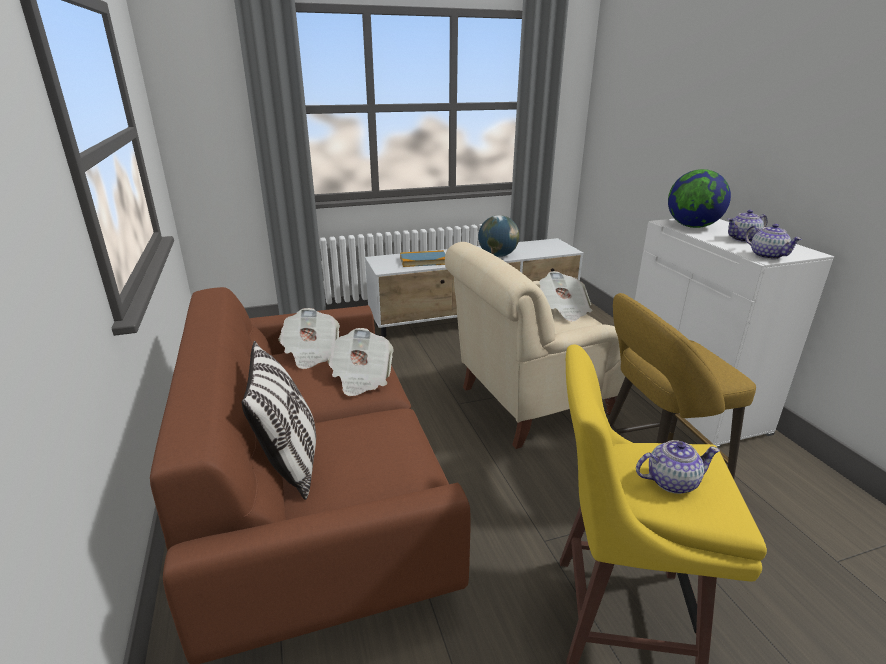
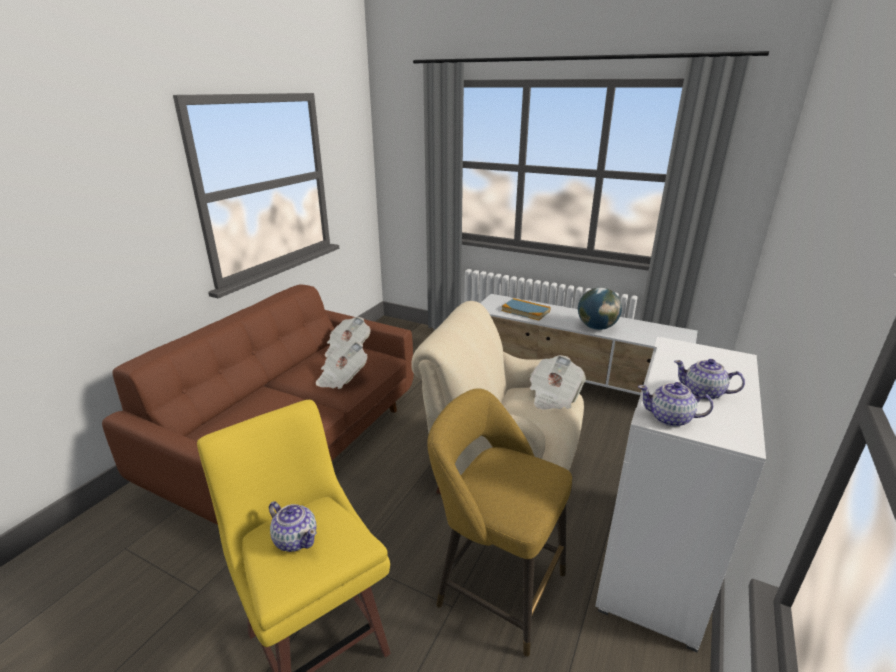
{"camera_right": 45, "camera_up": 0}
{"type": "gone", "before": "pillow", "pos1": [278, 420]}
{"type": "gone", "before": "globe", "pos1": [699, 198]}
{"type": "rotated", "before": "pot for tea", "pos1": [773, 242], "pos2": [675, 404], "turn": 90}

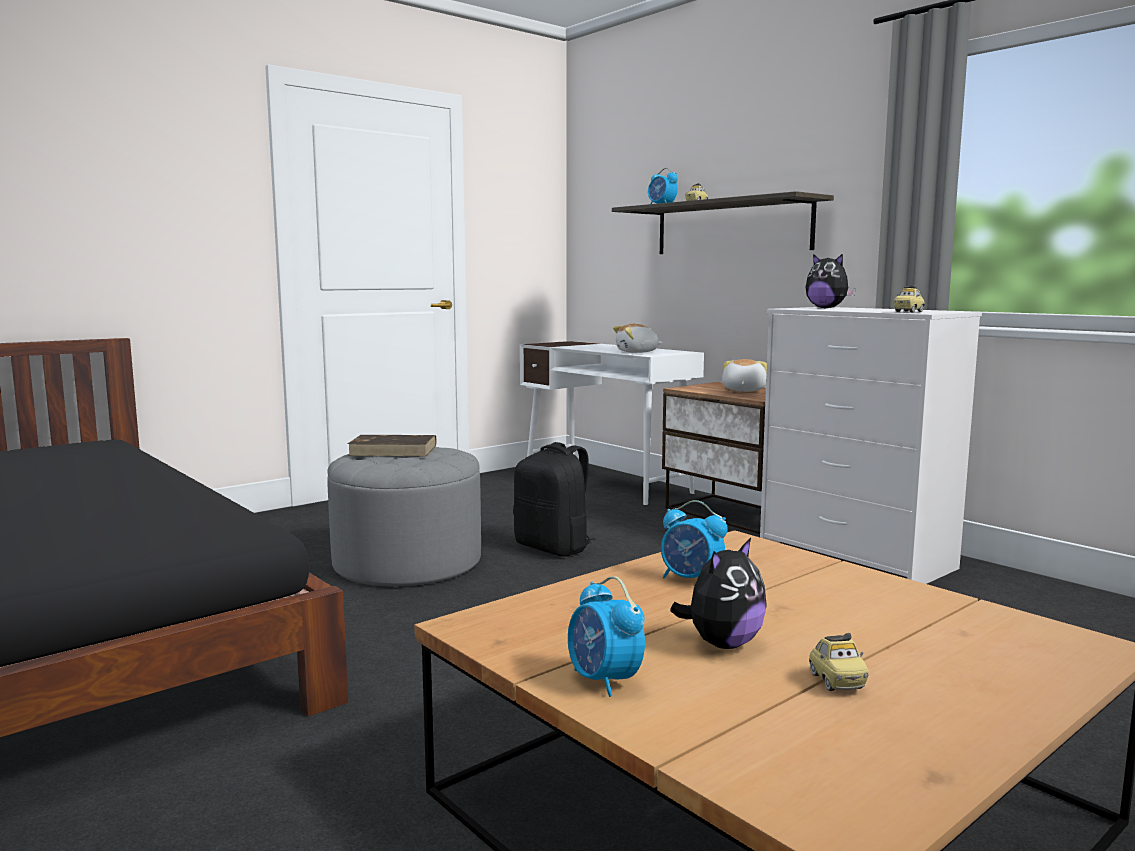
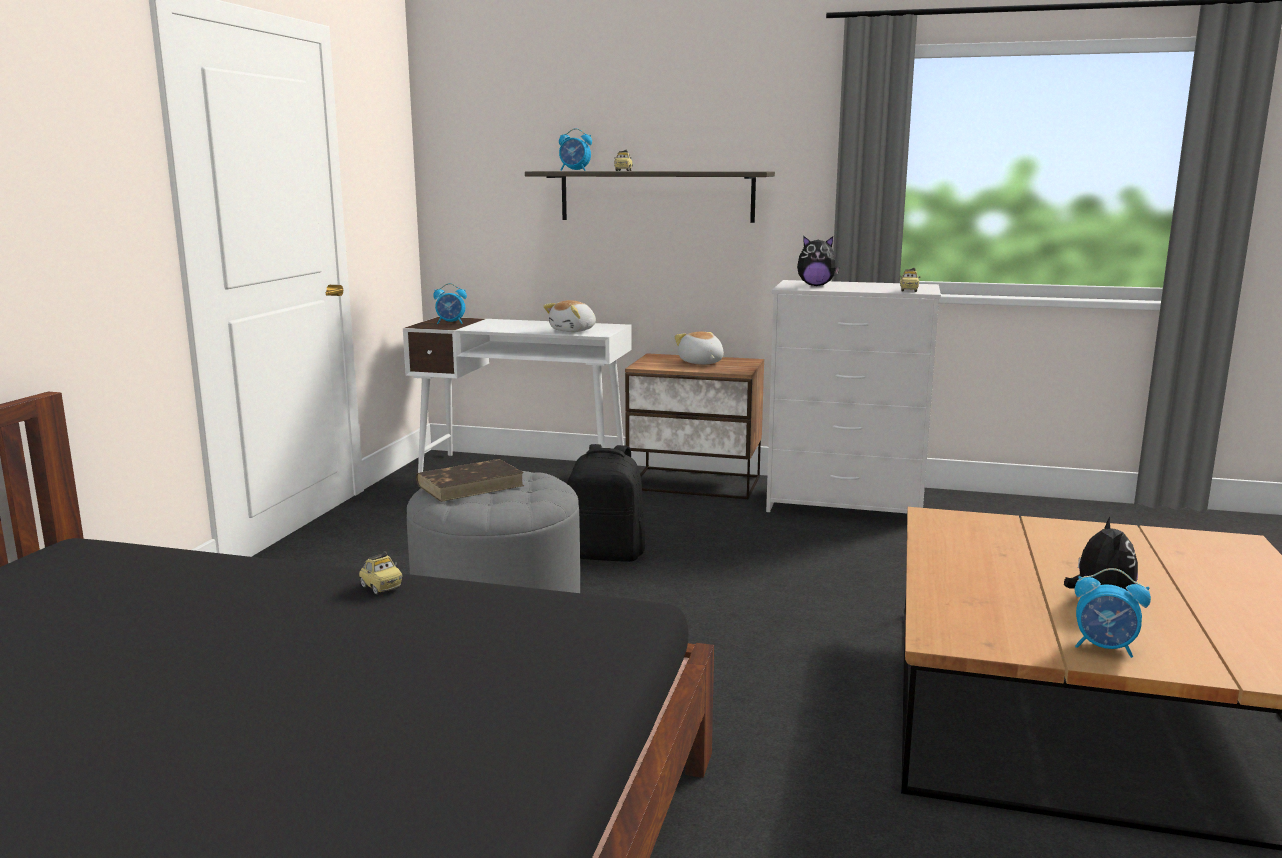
{"camera_right": -35, "camera_up": 5}
{"type": "shifted", "before": "alarm clock", "pos1": [694, 539], "pos2": [450, 303]}
{"type": "shifted", "before": "miniature car", "pos1": [839, 662], "pos2": [380, 573]}

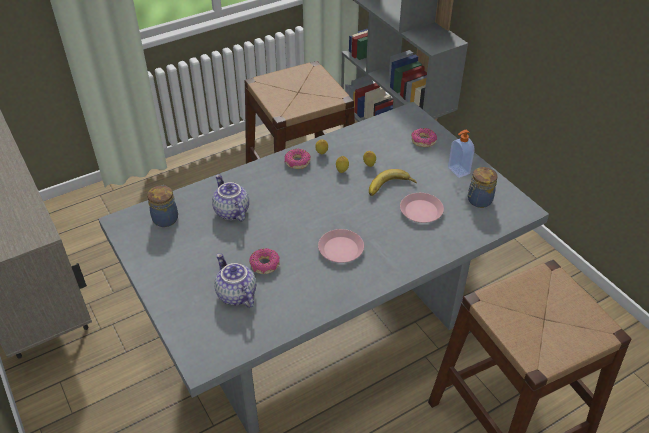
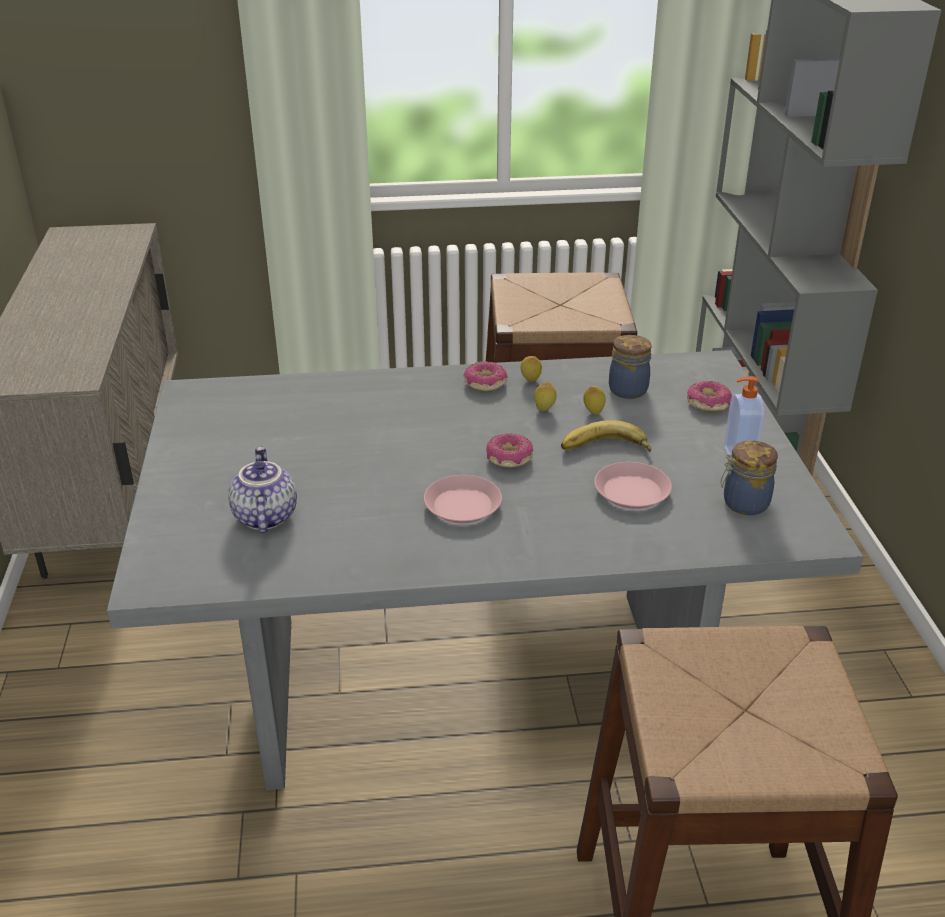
{"camera_right": 25, "camera_up": -10}
{"type": "gone", "before": "pot for tea", "pos1": [230, 198]}
{"type": "shifted", "before": "storage jar", "pos1": [162, 206], "pos2": [630, 367]}
{"type": "shifted", "before": "ring doughnut", "pos1": [264, 261], "pos2": [509, 450]}

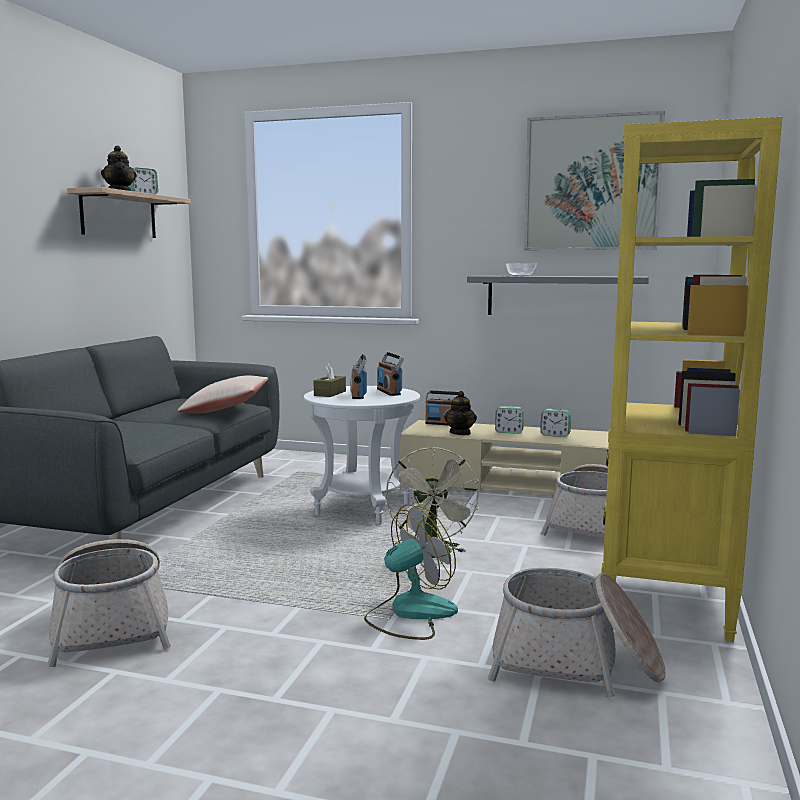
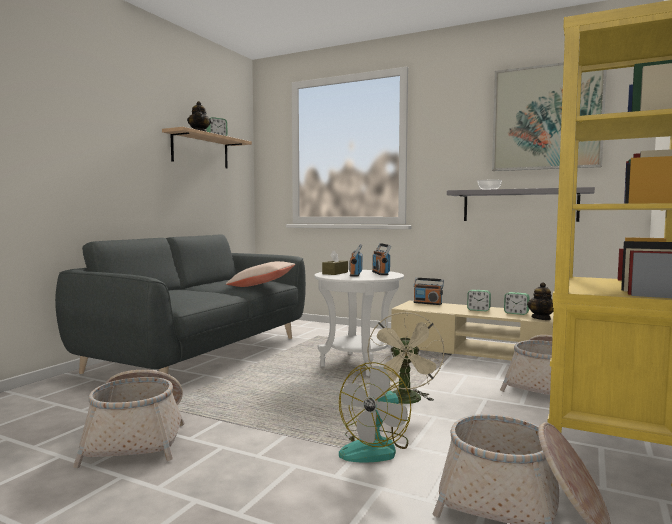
{"camera_right": 10, "camera_up": -5}
{"type": "shifted", "before": "pot for tea", "pos1": [460, 413], "pos2": [540, 301]}
{"type": "rotated", "before": "fan", "pos1": [411, 572], "pos2": [375, 412], "turn": 150}

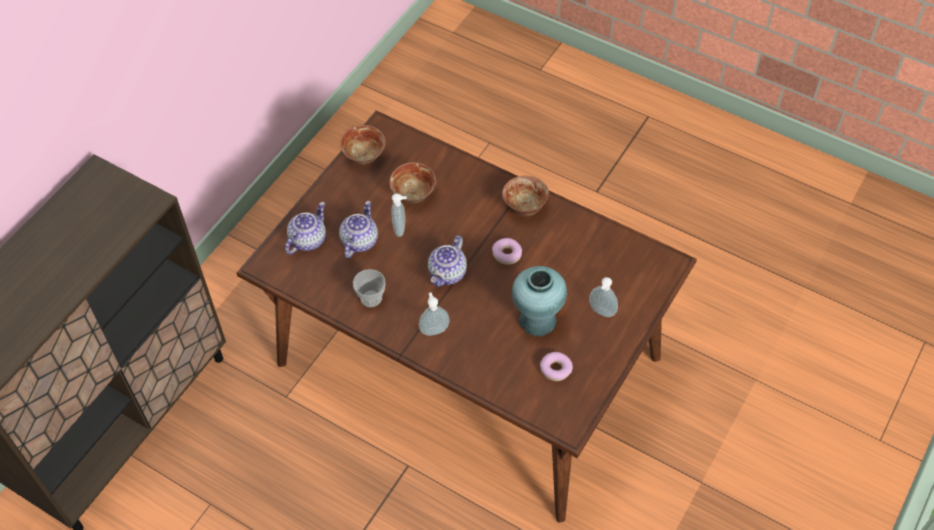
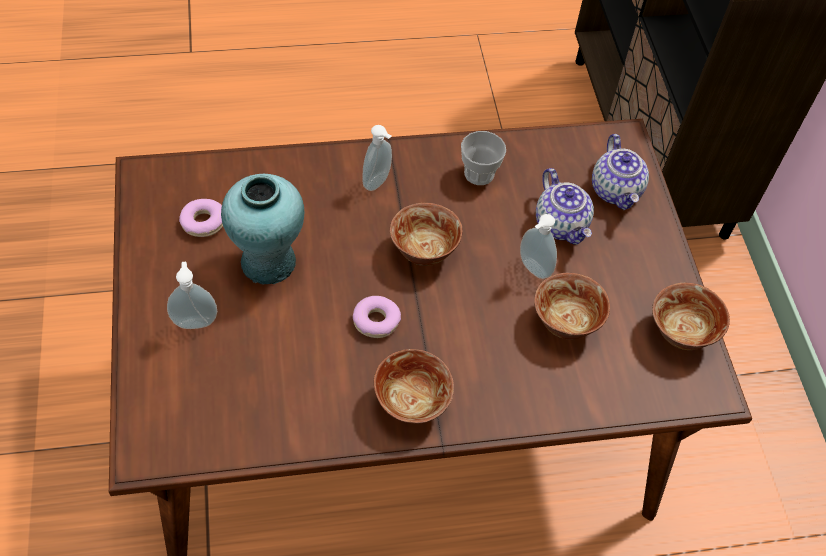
{"camera_right": 135, "camera_up": 0}
{"type": "swapped", "before": "pot for tea", "after": "serving bowl", "pos1": [447, 261], "pos2": [426, 234]}

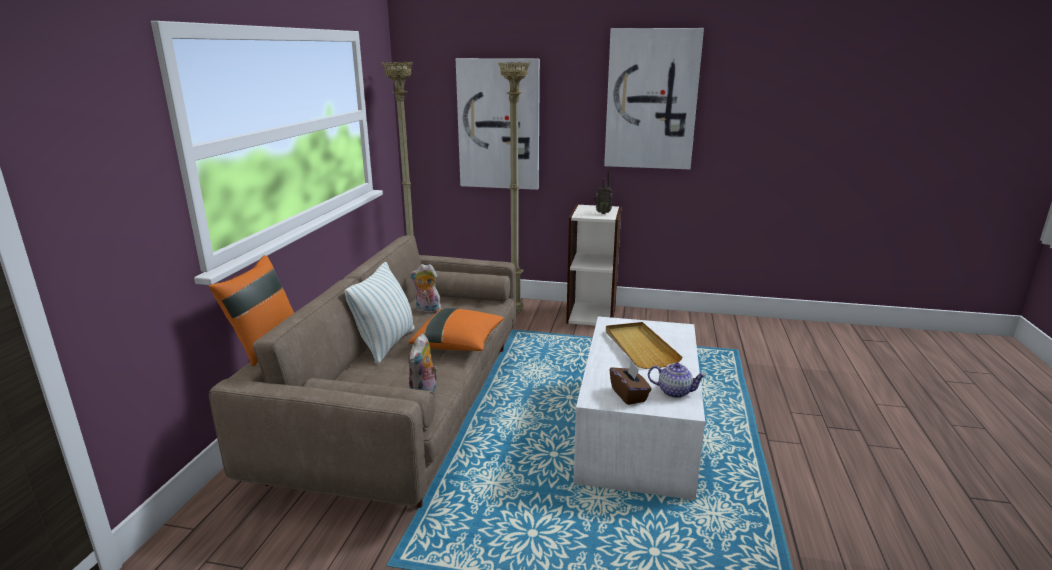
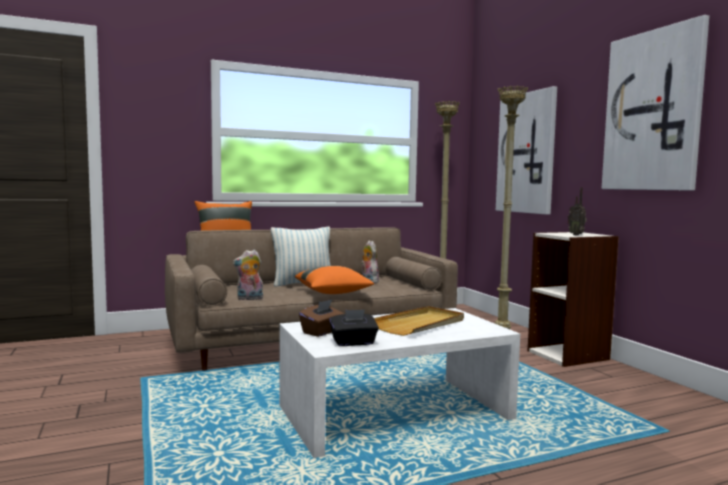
{"camera_right": 55, "camera_up": -15}
{"type": "swapped", "before": "pot for tea", "after": "black-coloured tissue box", "pos1": [677, 380], "pos2": [354, 327]}

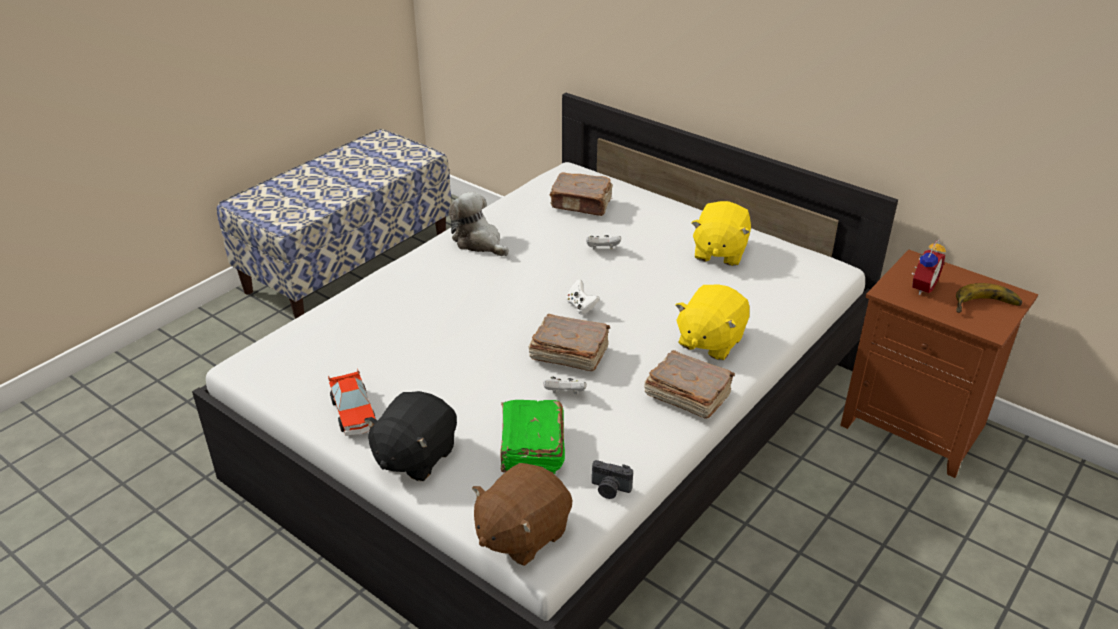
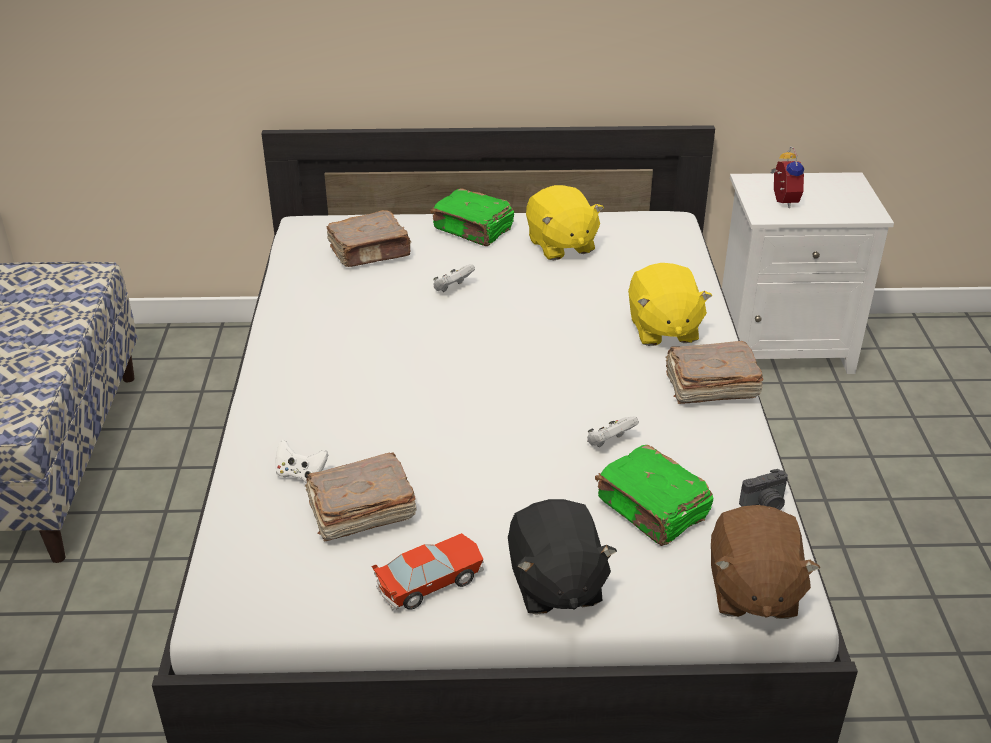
{"camera_right": -40, "camera_up": 0}
{"type": "gone", "before": "soft toy", "pos1": [479, 224]}
{"type": "gone", "before": "banana", "pos1": [989, 298]}
{"type": "new", "after": "greenish volume", "pos2": [472, 217]}
{"type": "shifted", "before": "brownish volume", "pos1": [569, 342], "pos2": [360, 497]}
{"type": "shifted", "before": "whitish joypad", "pos1": [583, 297], "pos2": [301, 462]}
{"type": "repainted", "before": "brownish nightstand", "after": "whitish nightstand", "pos1": [939, 364], "pos2": [808, 273]}
{"type": "rotated", "before": "miniature car", "pos1": [352, 402], "pos2": [427, 571], "turn": -60}

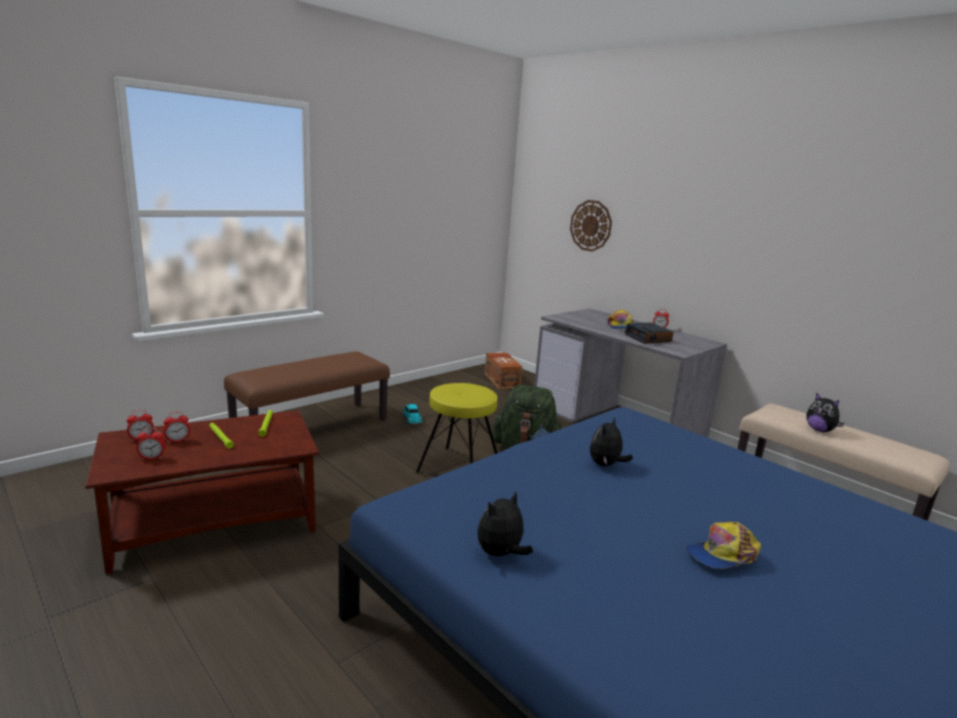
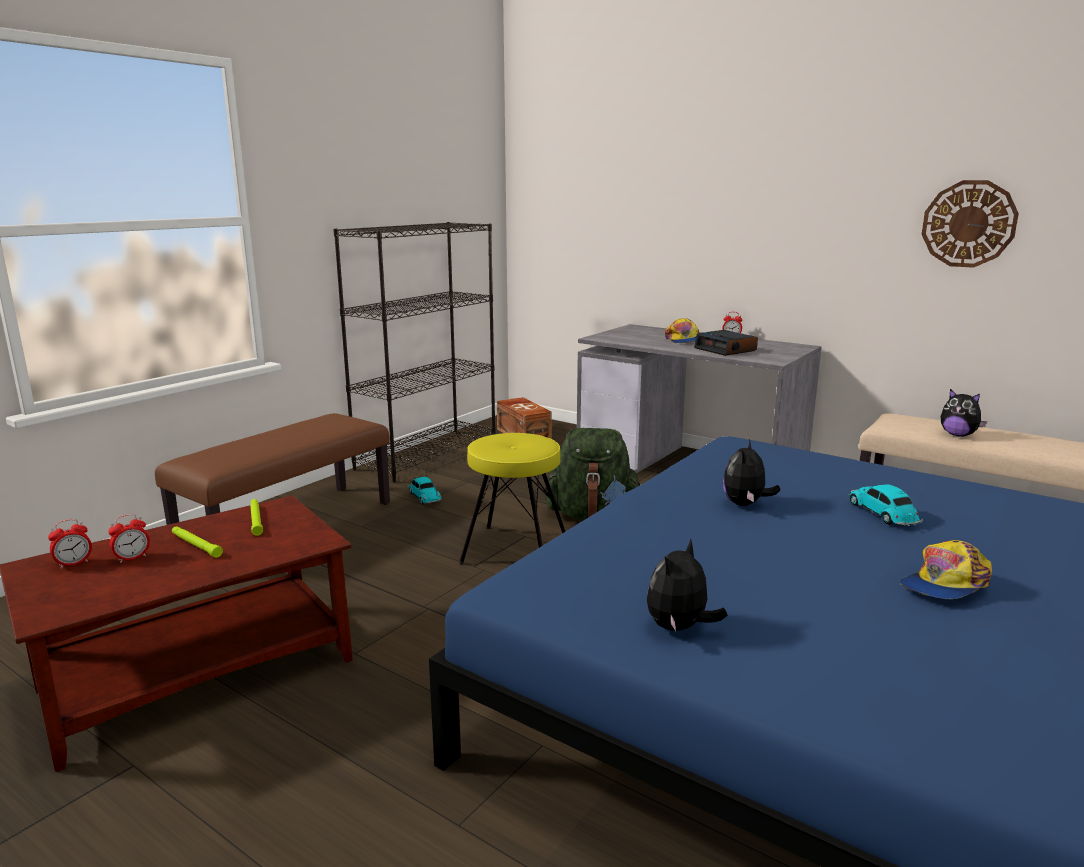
{"camera_right": -10, "camera_up": 0}
{"type": "gone", "before": "alarm clock", "pos1": [150, 444]}
{"type": "new", "after": "black-coloured bookshelf", "pos2": [414, 352]}
{"type": "new", "after": "miniature car", "pos2": [885, 505]}
{"type": "shifted", "before": "hanging clock", "pos1": [591, 226], "pos2": [970, 224]}

